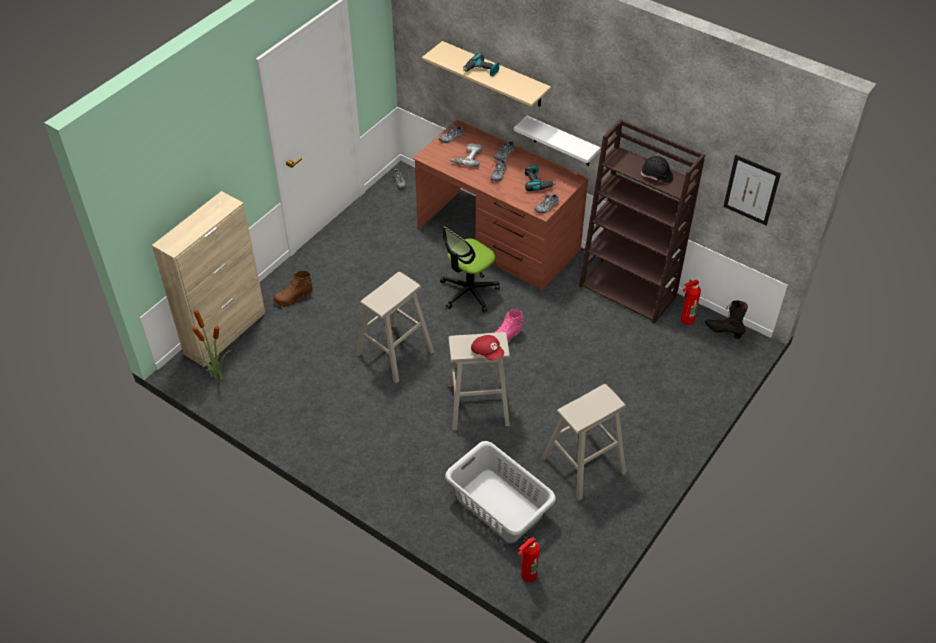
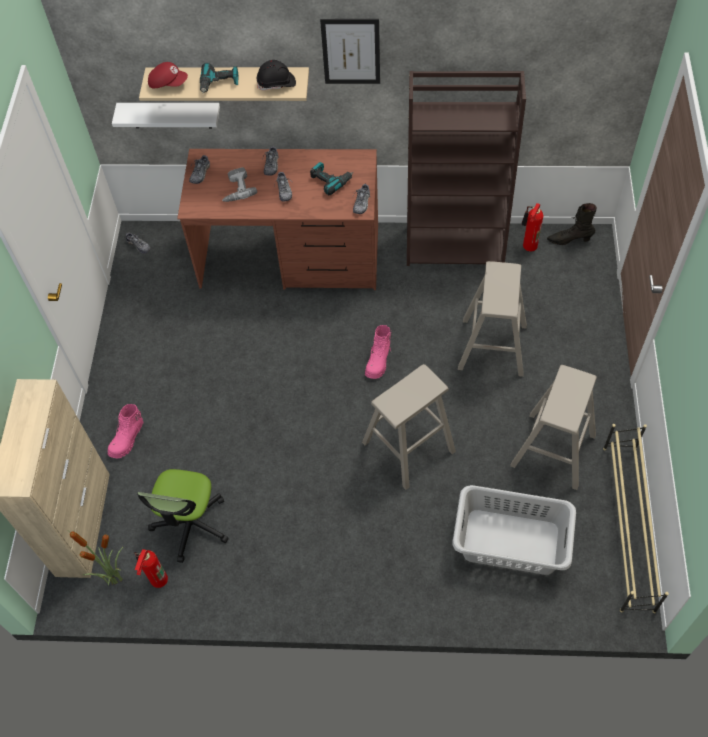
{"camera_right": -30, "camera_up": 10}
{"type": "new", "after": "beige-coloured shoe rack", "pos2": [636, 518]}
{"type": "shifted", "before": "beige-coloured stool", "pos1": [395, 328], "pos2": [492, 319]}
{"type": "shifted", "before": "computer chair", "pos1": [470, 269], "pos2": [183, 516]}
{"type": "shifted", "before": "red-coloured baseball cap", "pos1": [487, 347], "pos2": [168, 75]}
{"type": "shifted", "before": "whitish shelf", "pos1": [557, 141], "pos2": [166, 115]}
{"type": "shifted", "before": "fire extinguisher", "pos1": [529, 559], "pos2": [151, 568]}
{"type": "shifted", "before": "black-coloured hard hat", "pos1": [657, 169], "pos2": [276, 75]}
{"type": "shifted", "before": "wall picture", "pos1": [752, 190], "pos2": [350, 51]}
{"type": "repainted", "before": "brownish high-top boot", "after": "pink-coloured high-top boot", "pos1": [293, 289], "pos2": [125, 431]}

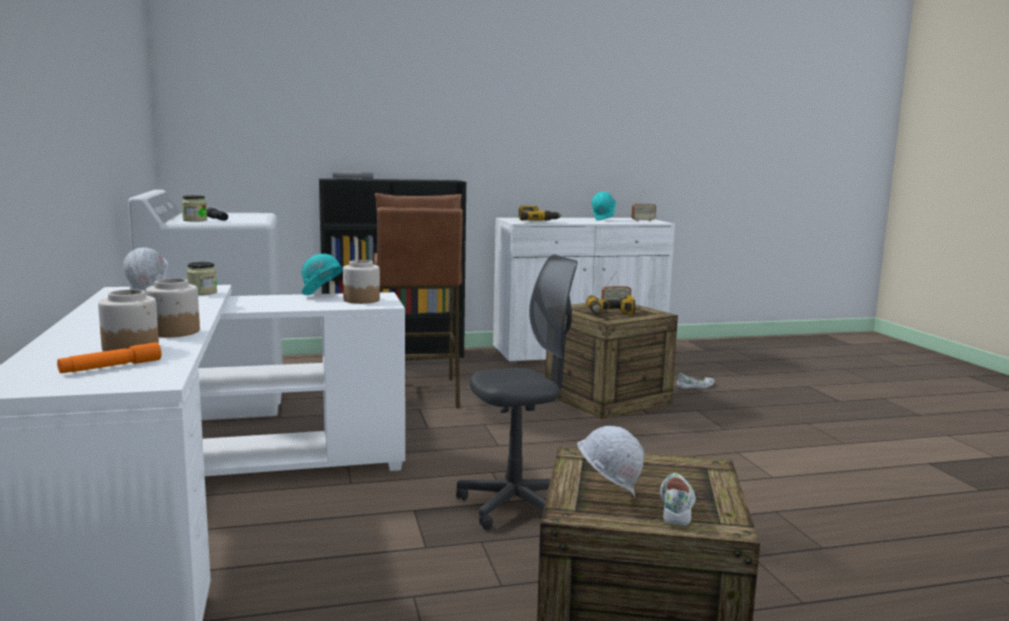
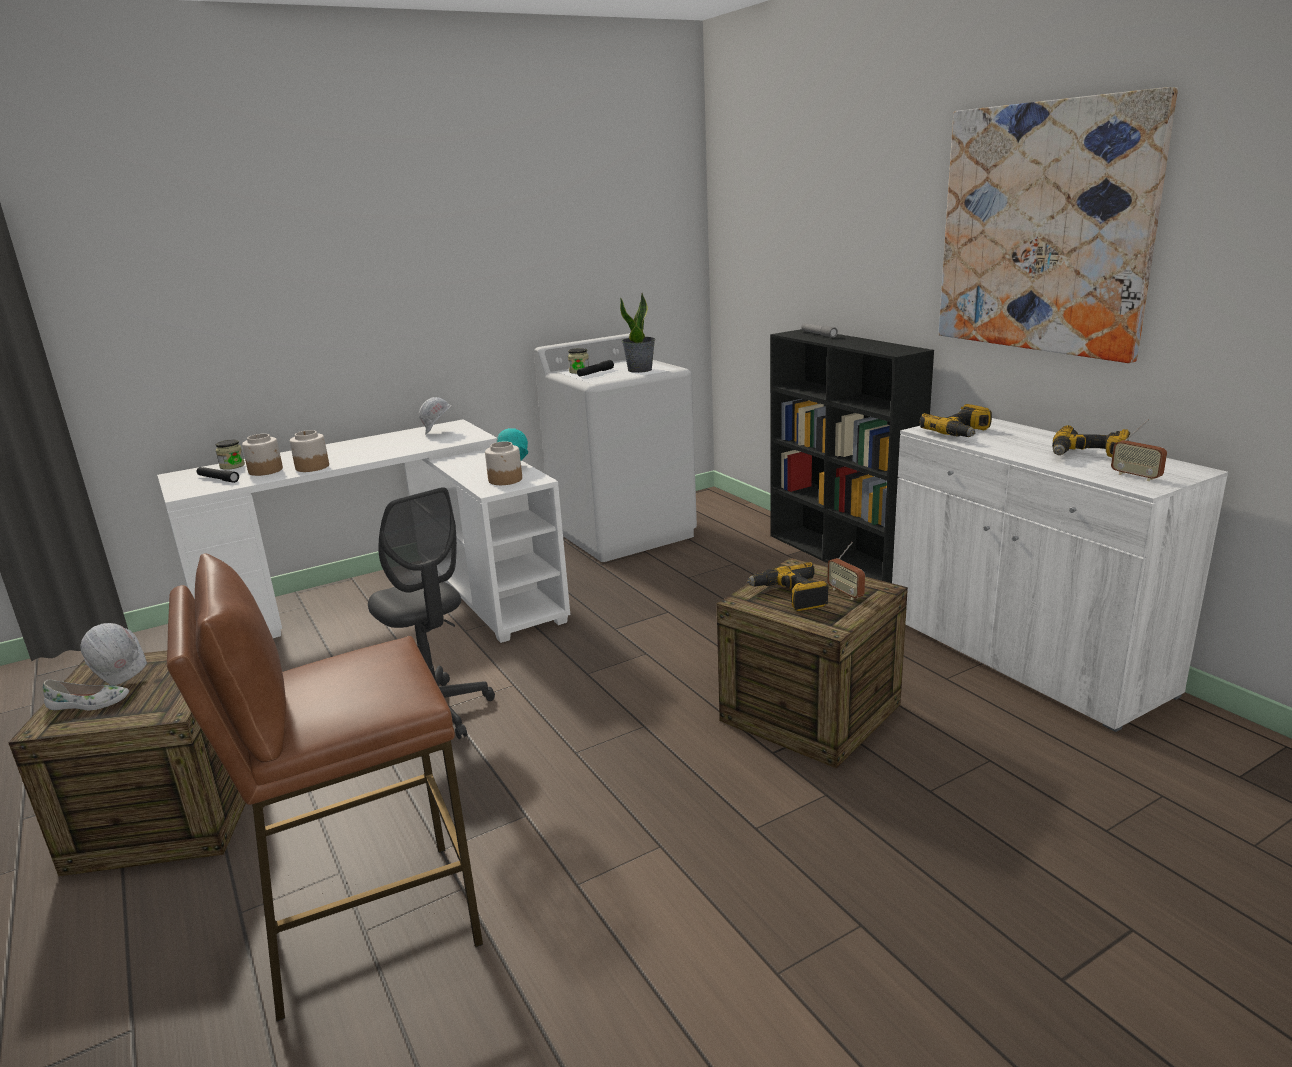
{"camera_right": 75, "camera_up": 10}
{"type": "gone", "before": "whitish shoe", "pos1": [696, 381]}
{"type": "new", "after": "houseplant", "pos2": [637, 333]}
{"type": "new", "after": "wall picture", "pos2": [1058, 225]}
{"type": "shifted", "before": "storage jar", "pos1": [201, 278], "pos2": [230, 455]}
{"type": "shifted", "before": "brownish stool", "pos1": [418, 300], "pos2": [325, 787]}
{"type": "swapped", "before": "blue-green hard hat", "after": "electric drill", "pos1": [604, 206], "pos2": [1091, 441]}
{"type": "repainted", "before": "orange-coloured hand torch", "after": "black-coloured hand torch", "pos1": [109, 357], "pos2": [217, 475]}

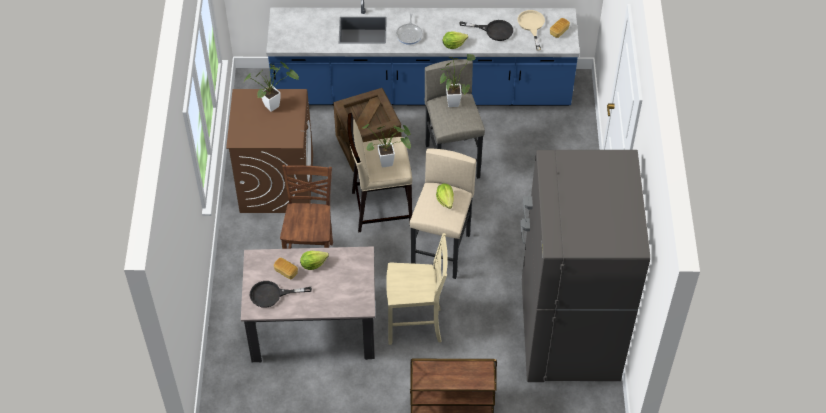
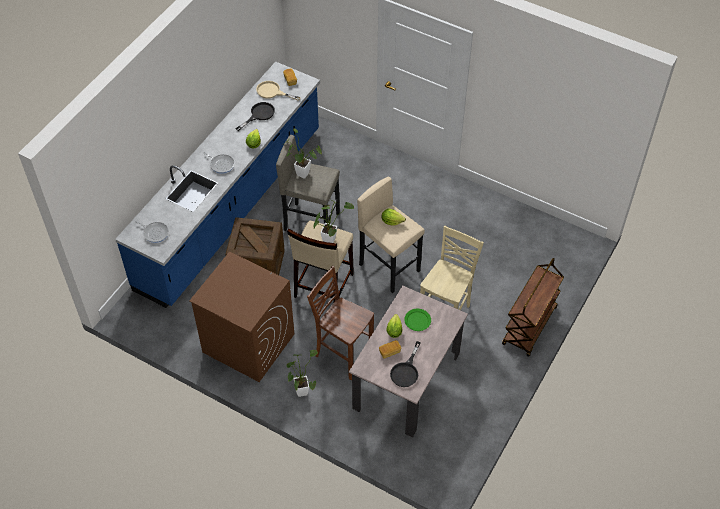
{"camera_right": -60, "camera_up": 0}
{"type": "gone", "before": "gray refrigerator", "pos1": [585, 266]}
{"type": "new", "after": "pan", "pos2": [152, 232]}
{"type": "new", "after": "greenish plate", "pos2": [417, 320]}
{"type": "shifted", "before": "houseplant", "pos1": [271, 87], "pos2": [302, 373]}

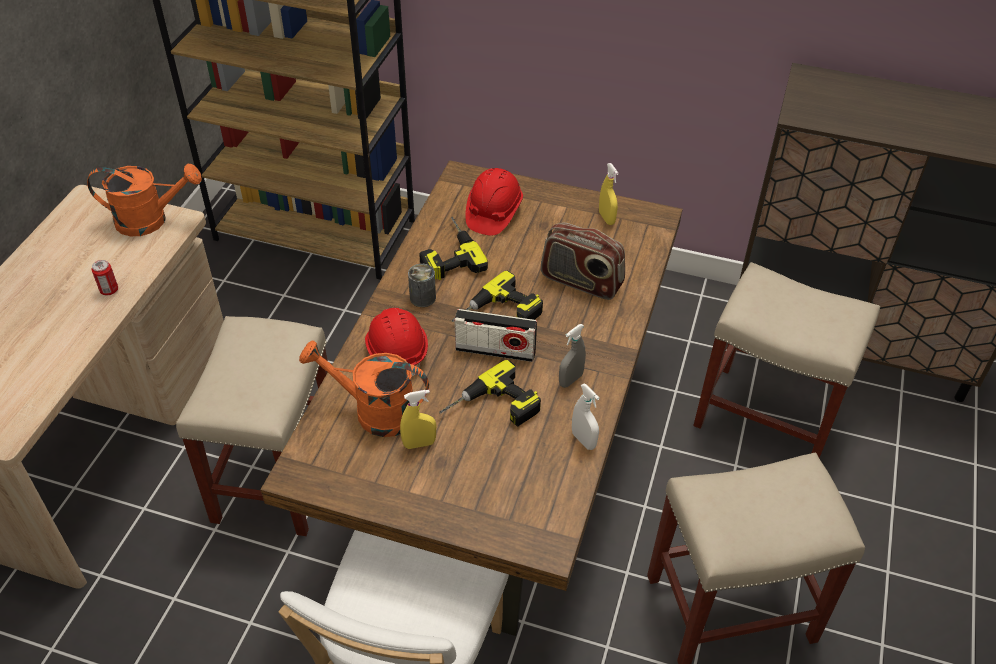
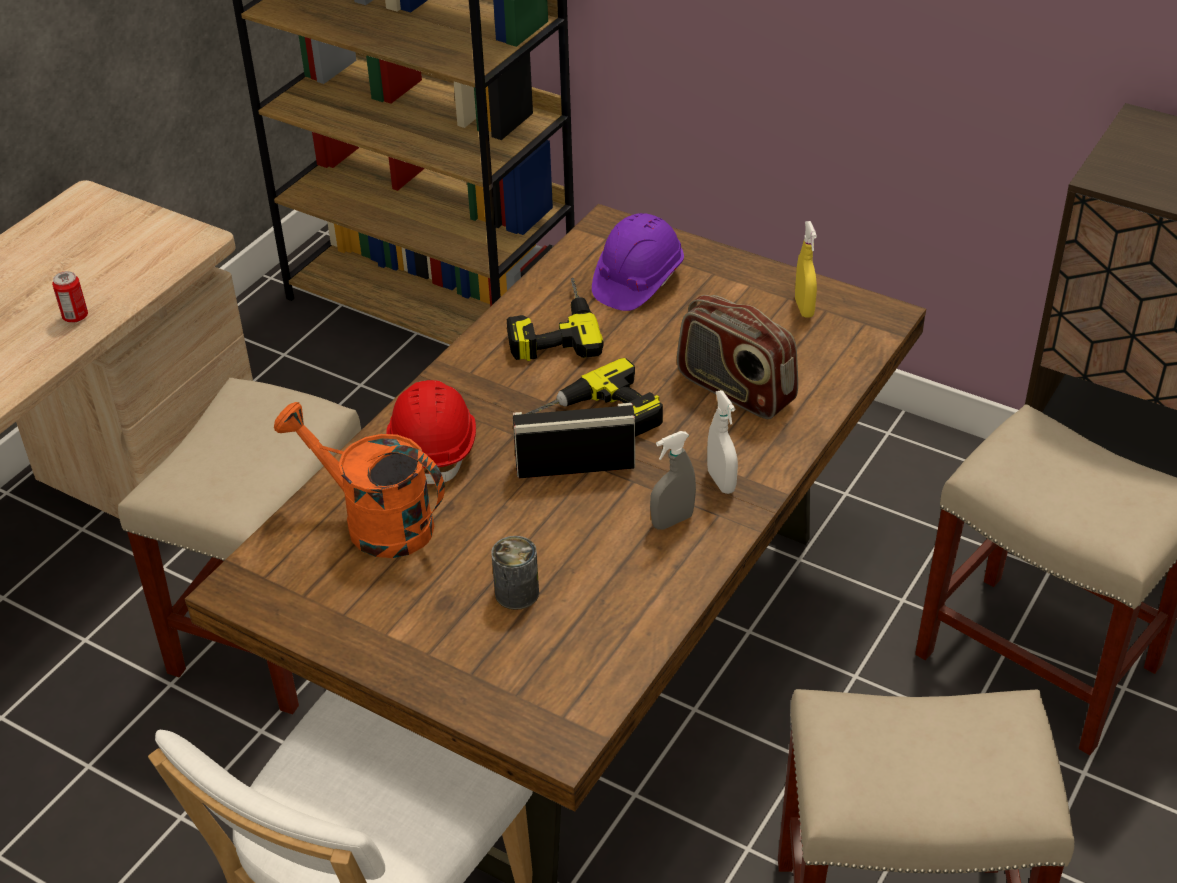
{"camera_right": 15, "camera_up": -5}
{"type": "gone", "before": "orange-coloured watering can", "pos1": [144, 200]}
{"type": "gone", "before": "yellow-coloured hand sprayer", "pos1": [418, 419]}
{"type": "gone", "before": "electric drill", "pos1": [490, 393]}
{"type": "shifted", "before": "sealed can", "pos1": [422, 285], "pos2": [515, 573]}
{"type": "shifted", "before": "whitish hand sprayer", "pos1": [586, 417], "pos2": [722, 442]}
{"type": "repainted", "before": "red-coloured hard hat", "after": "purple hard hat", "pos1": [494, 202], "pos2": [638, 262]}
{"type": "rotated", "before": "radio set", "pos1": [496, 335], "pos2": [574, 440], "turn": 150}

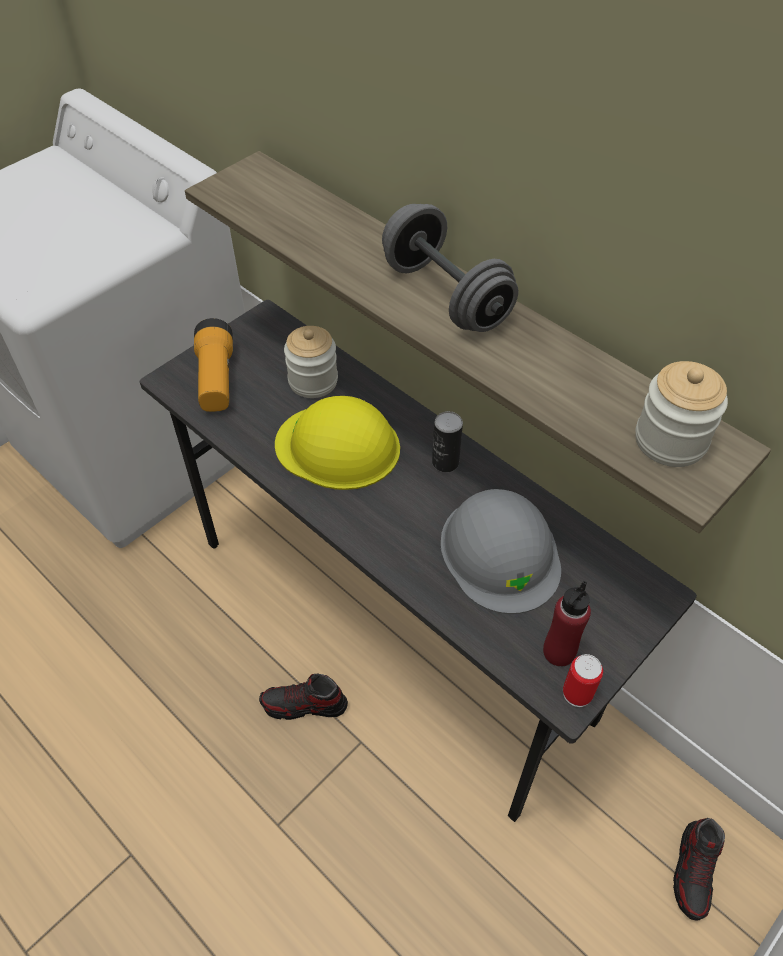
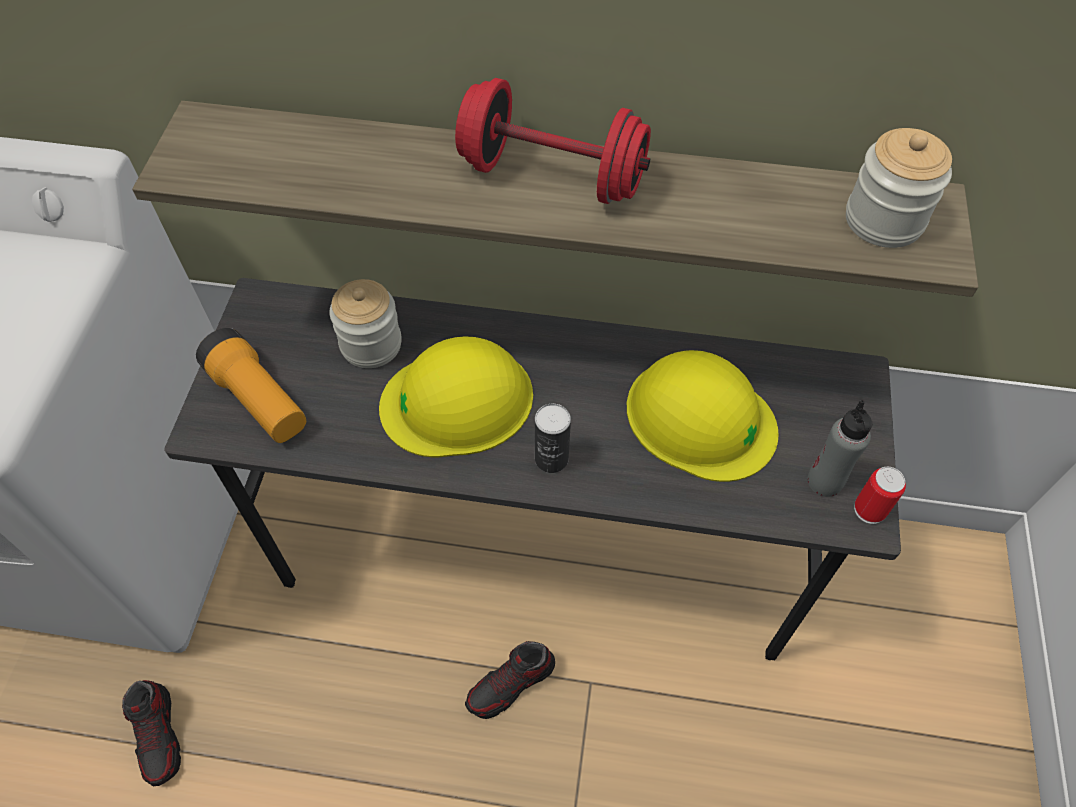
{"camera_right": -35, "camera_up": 5}
{"type": "shifted", "before": "sealed can", "pos1": [447, 441], "pos2": [553, 438]}
{"type": "shifted", "before": "shoe", "pos1": [699, 869], "pos2": [151, 733]}
{"type": "repainted", "before": "gray free weight", "after": "red-coloured free weight", "pos1": [450, 268], "pos2": [553, 141]}
{"type": "repainted", "before": "gray hard hat", "after": "yellow-coloured hard hat", "pos1": [500, 551], "pos2": [703, 416]}
{"type": "repainted", "before": "red-coloured drink bottle", "after": "gray drink bottle", "pos1": [567, 624], "pos2": [839, 448]}

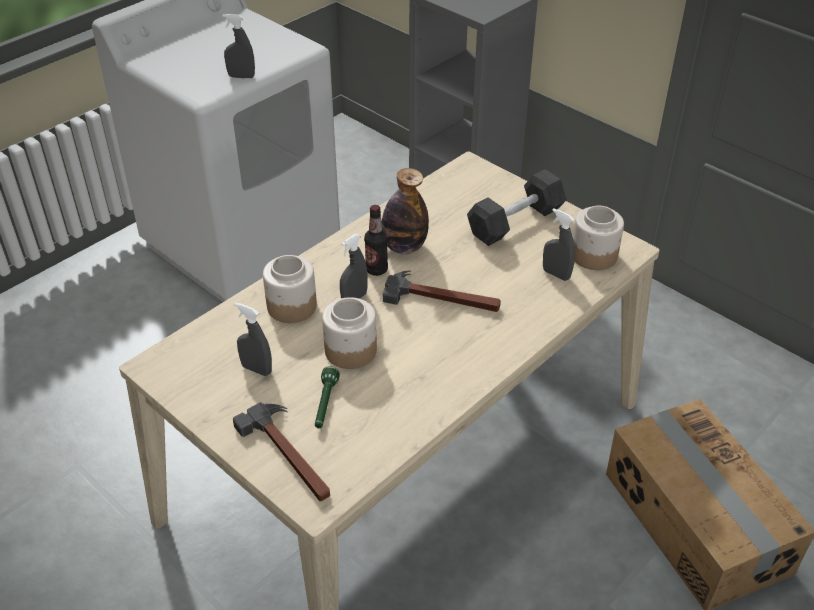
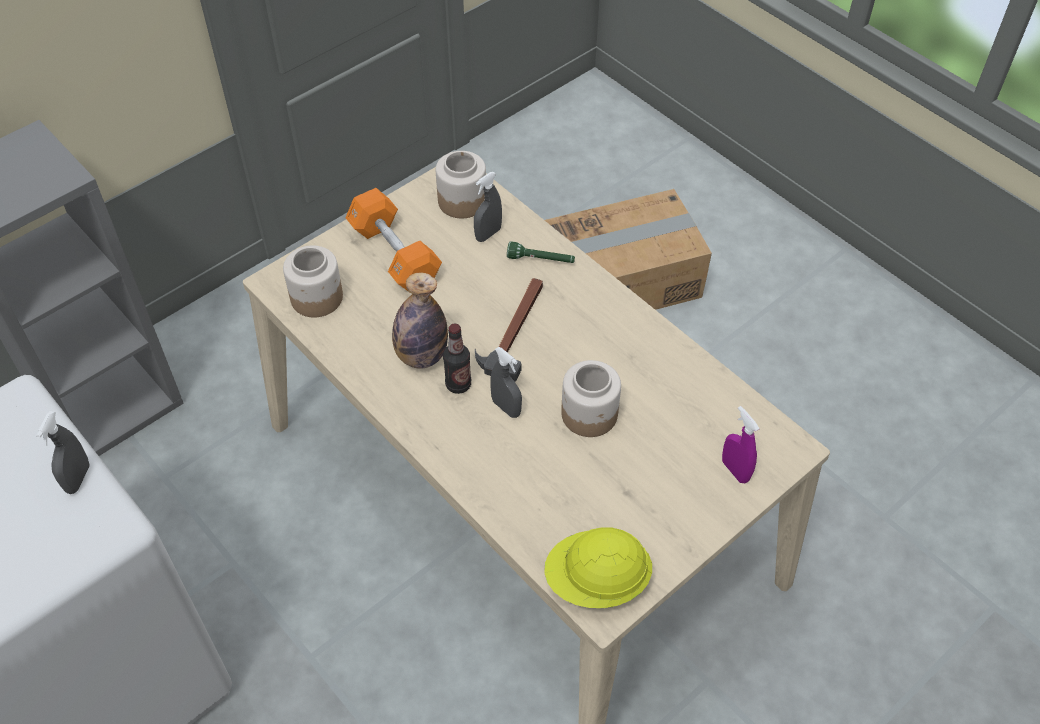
{"camera_right": -85, "camera_up": 10}
{"type": "gone", "before": "gray hand sprayer", "pos1": [253, 339]}
{"type": "new", "after": "yellow-coloured hard hat", "pos2": [598, 567]}
{"type": "shifted", "before": "storage jar", "pos1": [290, 289], "pos2": [313, 281]}
{"type": "shifted", "before": "greenish hand torch", "pos1": [327, 397], "pos2": [541, 252]}
{"type": "swapped", "before": "hammer", "after": "purple hand sprayer", "pos1": [281, 451], "pos2": [741, 444]}
{"type": "repainted", "before": "black-coloured free weight", "after": "orange-coloured free weight", "pos1": [517, 207], "pos2": [393, 240]}

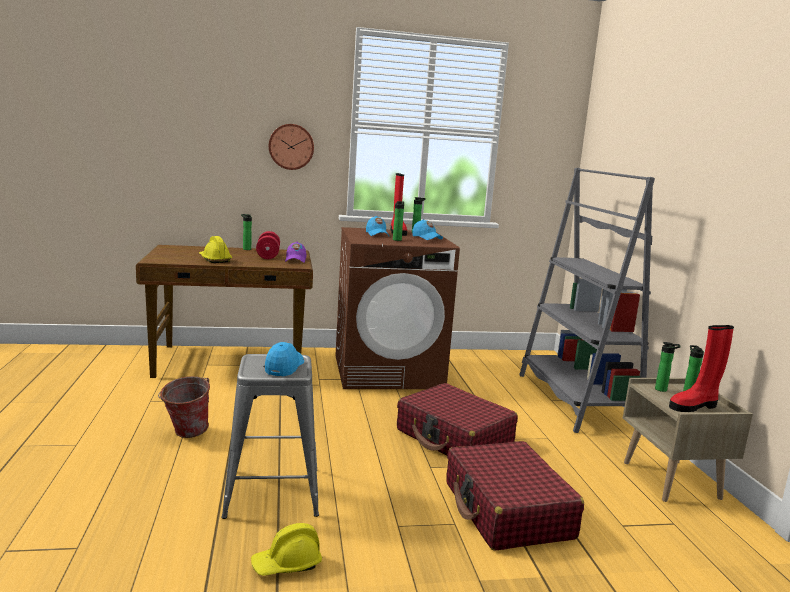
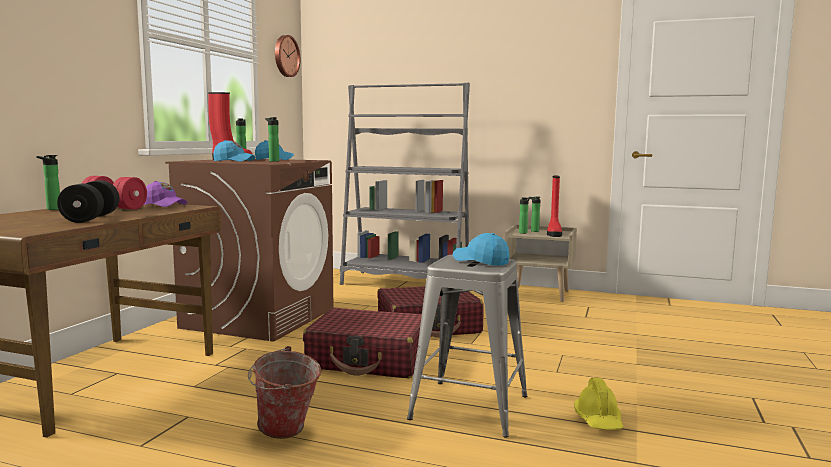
{"camera_right": -60, "camera_up": -5}
{"type": "shifted", "before": "hanging clock", "pos1": [291, 147], "pos2": [287, 56]}
{"type": "shifted", "before": "red-coloured travel case", "pos1": [515, 496], "pos2": [362, 342]}
{"type": "swapped", "before": "yellow-coloured hard hat", "after": "black-coloured free weight", "pos1": [215, 249], "pos2": [88, 201]}

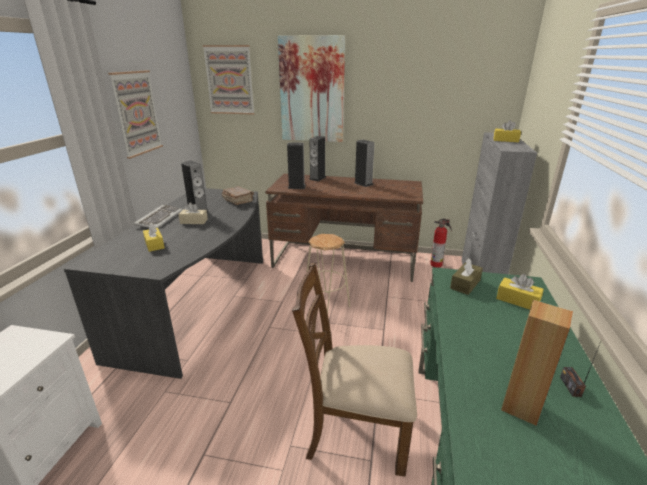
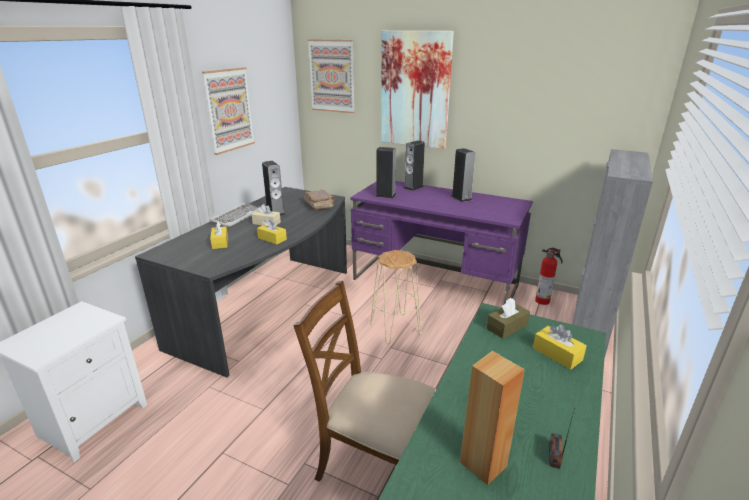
{"camera_right": 15, "camera_up": 0}
{"type": "shifted", "before": "yellow-coloured tissue box", "pos1": [507, 131], "pos2": [272, 231]}
{"type": "repainted", "before": "brownish desk", "after": "purple desk", "pos1": [344, 228], "pos2": [441, 242]}

